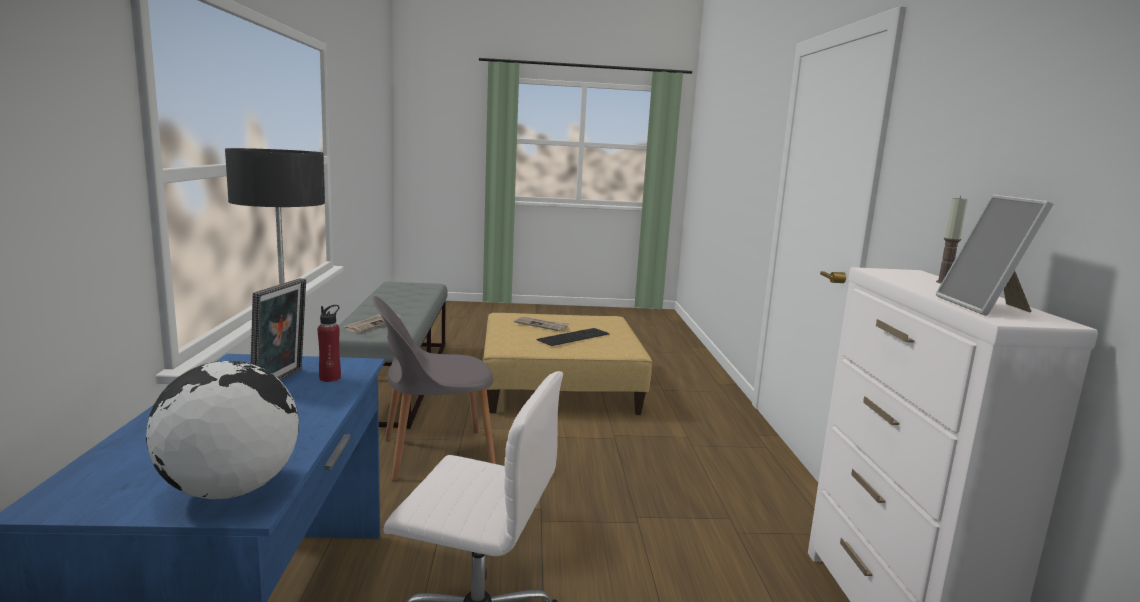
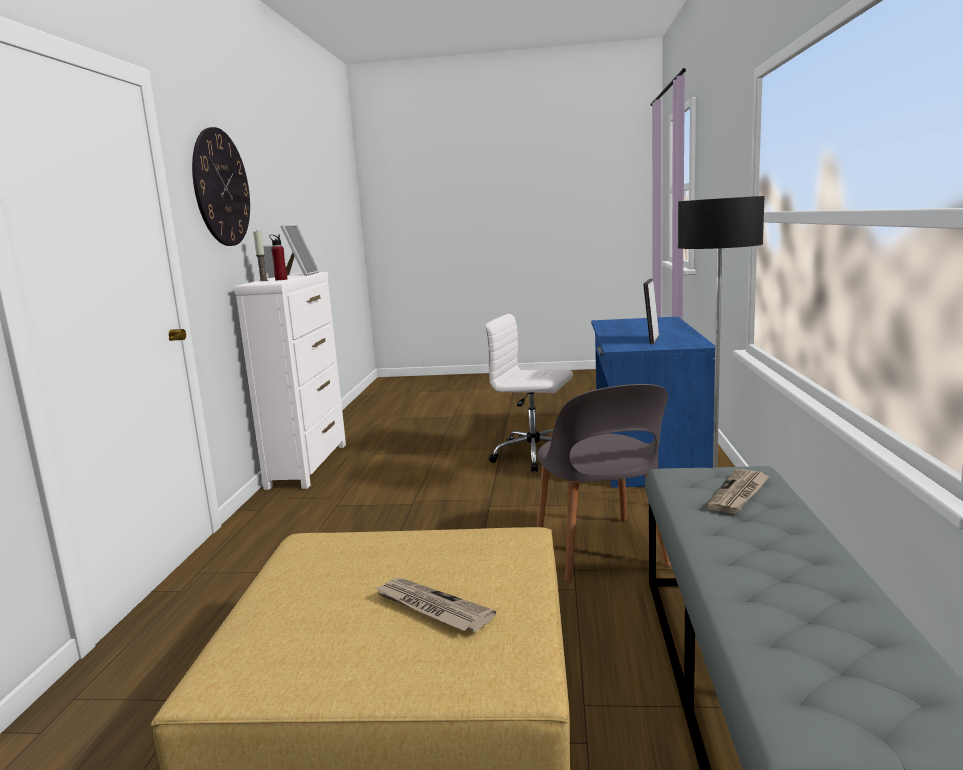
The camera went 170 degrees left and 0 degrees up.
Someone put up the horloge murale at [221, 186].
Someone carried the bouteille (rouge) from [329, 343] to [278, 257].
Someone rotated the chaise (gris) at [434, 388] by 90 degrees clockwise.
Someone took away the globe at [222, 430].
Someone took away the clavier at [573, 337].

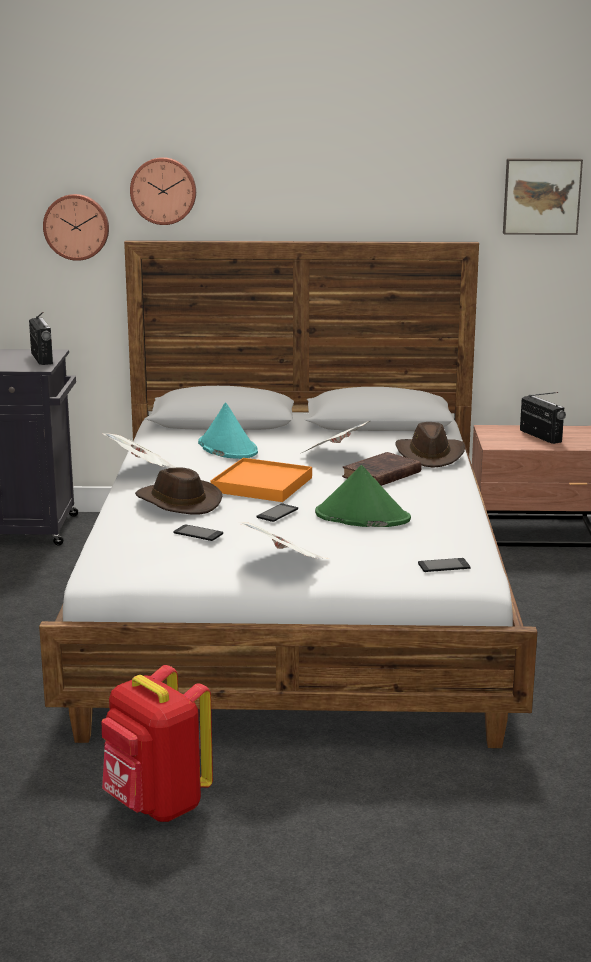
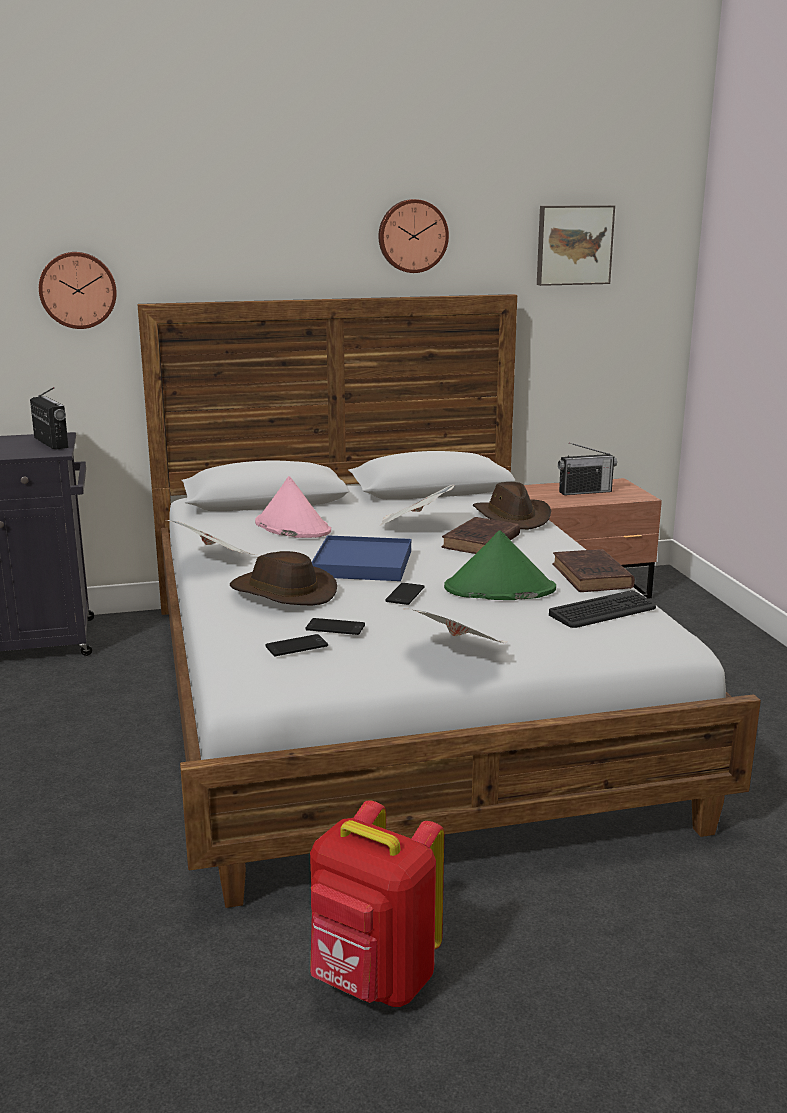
The camera went 15 degrees left and 0 degrees up.
Someone repainted the chapeau (turquoise) at [228, 430], which became the chapeau (rose) at [293, 507].
Someone carried the téléphone from [444, 565] to [296, 645].
Someone repainted the plateau (orange) at [261, 480], which became the plateau (bleu) at [361, 558].
Someone carried the horloge murale from [163, 191] to [413, 236].
Someone put down the clavier at [602, 609].
Someone put down the livre (marron) at [593, 570].
Someone rotated the radio at [543, 418] by 120 degrees clockwise.

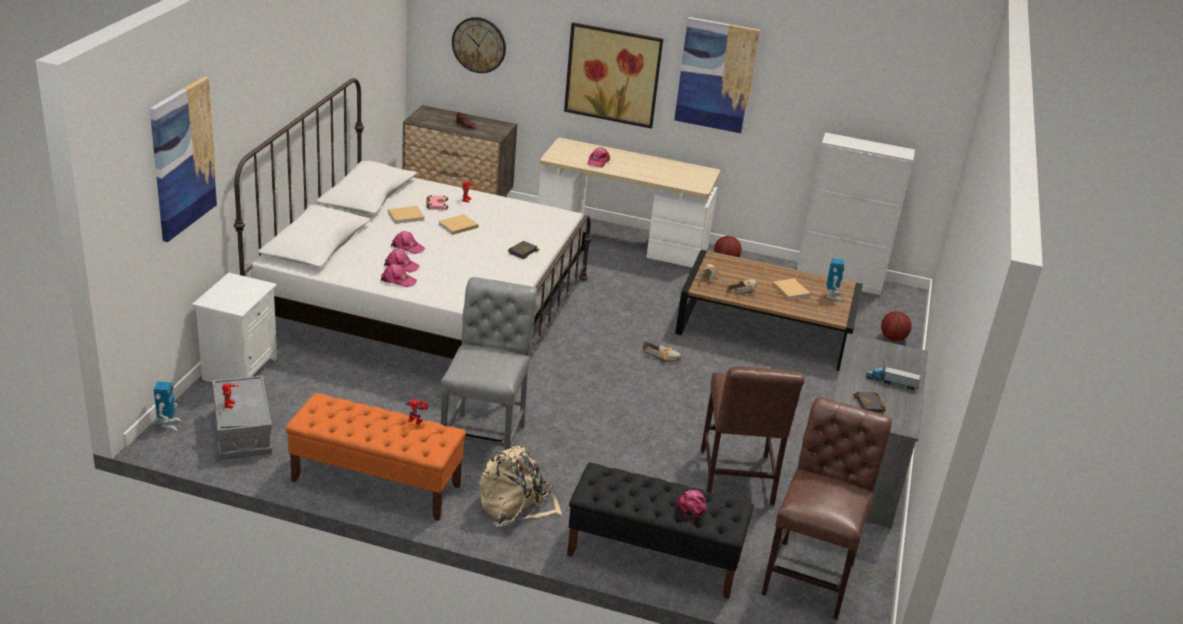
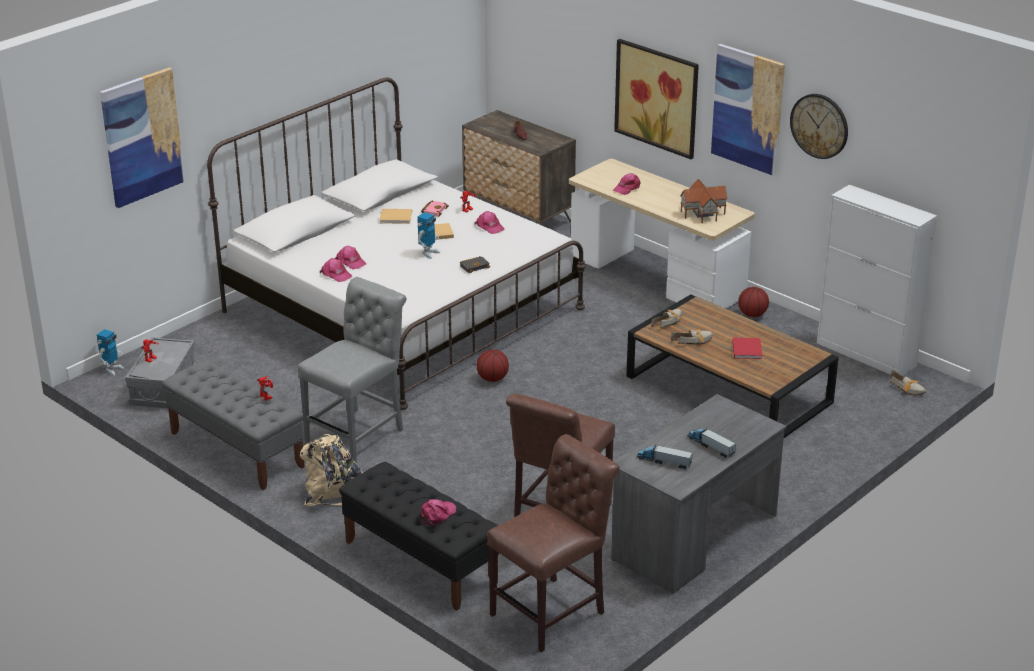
The camera went 30 degrees right and 0 degrees up.
Someone repainted the banc (orange) at [376, 457], which became the banc (gris) at [233, 425].
Someone carried the robot jouet from [835, 280] to [428, 235].
Someone carried the casquette (rose) from [408, 242] to [490, 222].
Someone carried the ballon de basket from [896, 326] to [493, 366].
Someone swapped the livre (noir) at [869, 402] for the camion jouet at [665, 456].
Someone put down the maison miniature at [704, 201].
Someone repainted the livre (beige) at [791, 289], which became the livre (rouge) at [747, 348].
Someone carried the horloge murale from [479, 45] to [819, 126].
Someone carried the chaussure from [662, 351] to [907, 383].
Someone took away the table de chevet (blanc) at [234, 327].

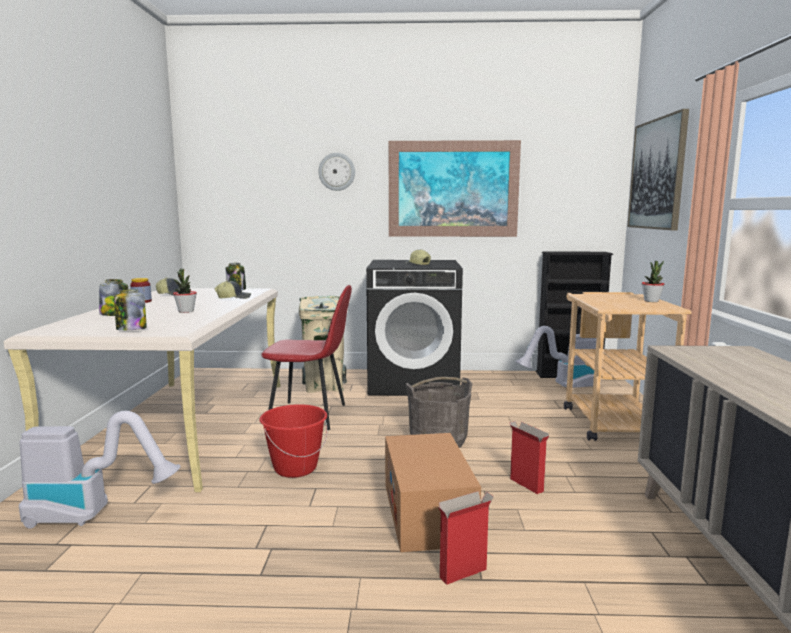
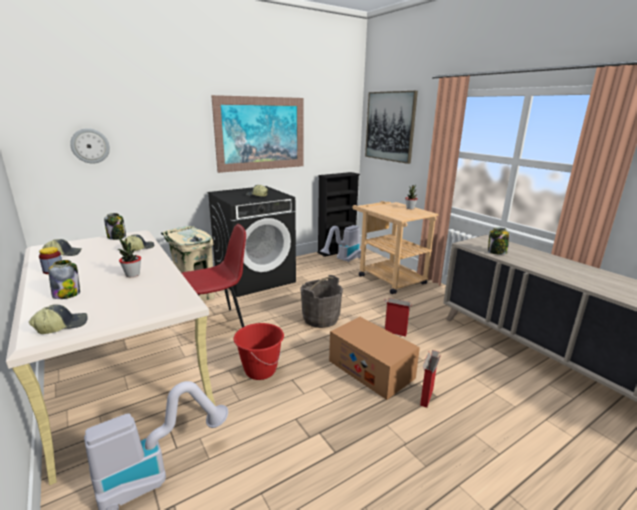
The camera went 35 degrees left and 10 degrees up.
Someone put down the casquette at [58, 319].
Someone carried the horloge murale from [336, 172] to [90, 146].
Someone carried the bocal from [130, 309] to [499, 241].

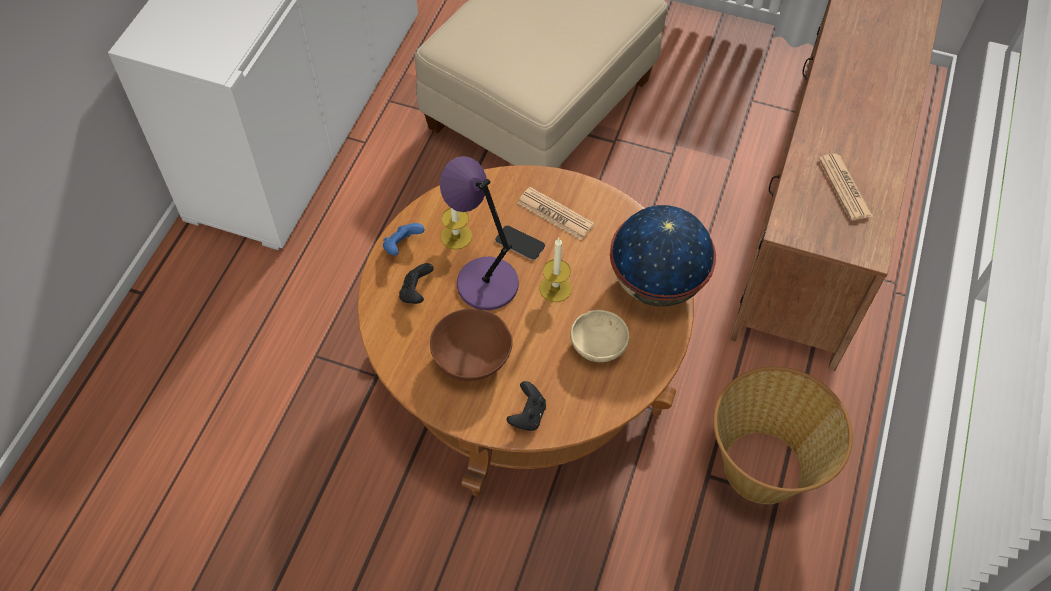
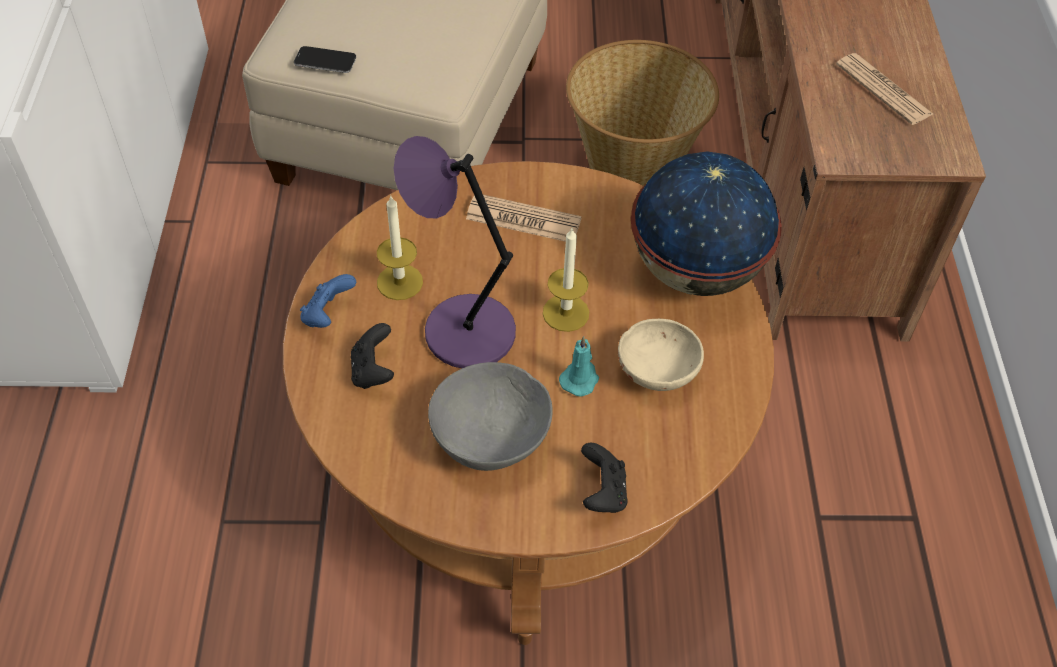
The camera went 20 degrees left and 5 degrees down.
Someone carried the téléphone from [520, 243] to [325, 59].
Someone repainted the bol (marron) at [471, 344], which became the bol (gris) at [490, 416].
Someone put down the bougie (turquoise) at [579, 366].
Someone carried the panier from [783, 435] to [642, 113].

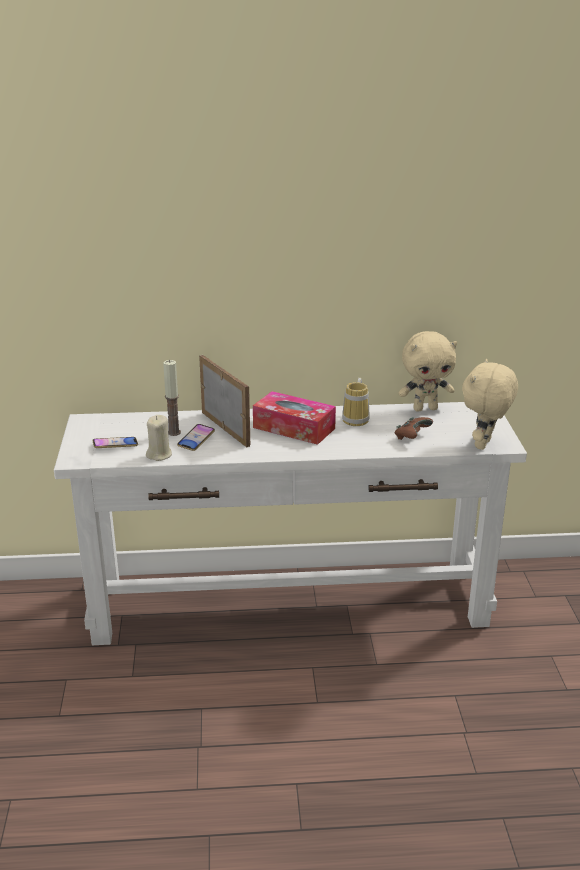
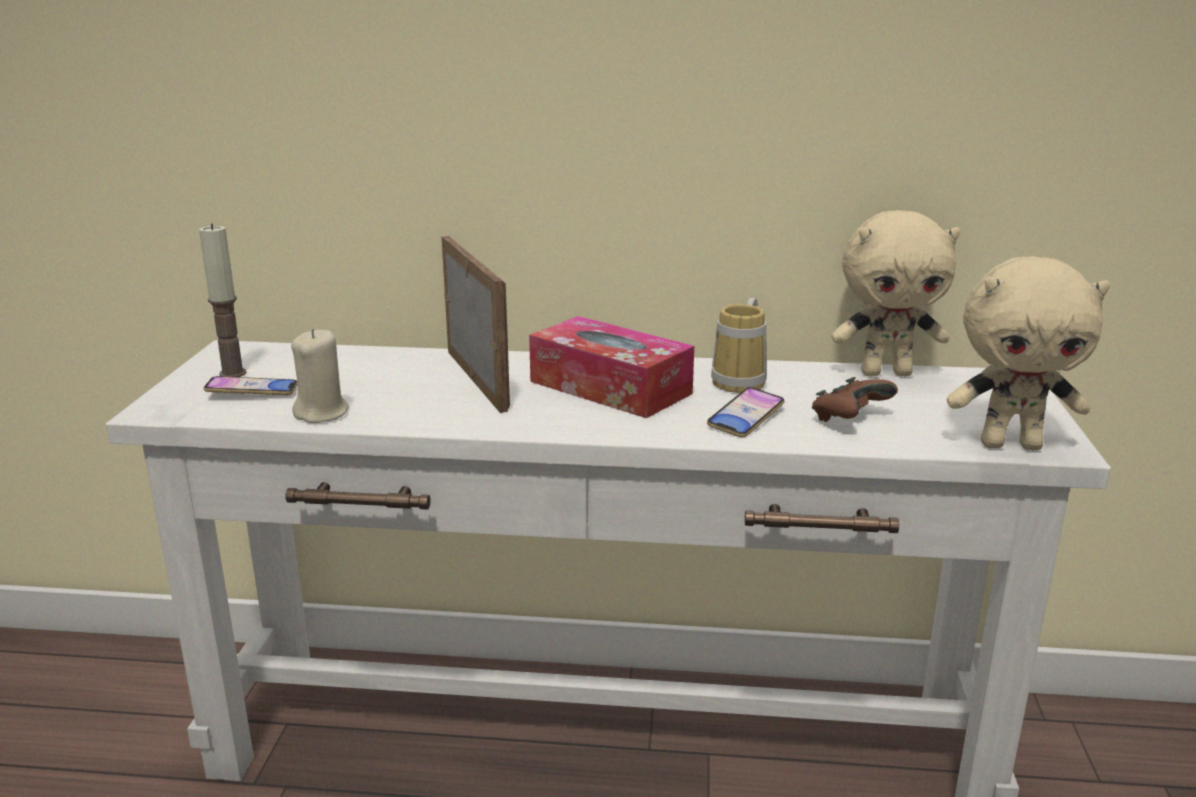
The camera went 10 degrees right and 5 degrees down.
Someone carried the bougie from [172, 398] to [222, 300].
Someone carried the téléphone from [196, 437] to [746, 412].
Someone rotated the peluche (beige) at [490, 404] by 120 degrees counterclockwise.

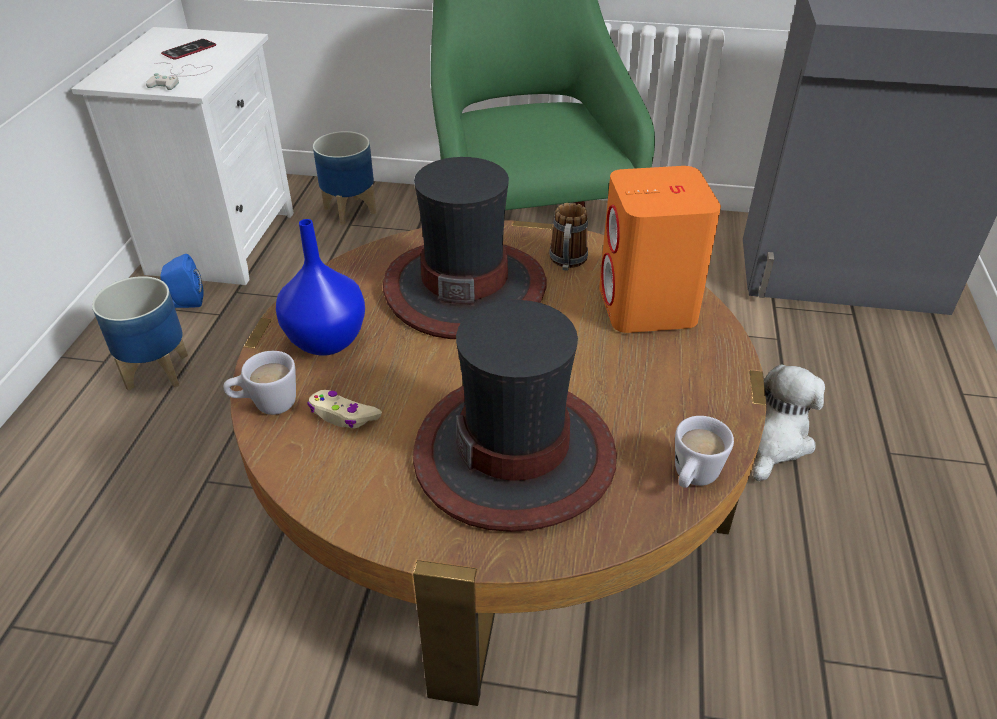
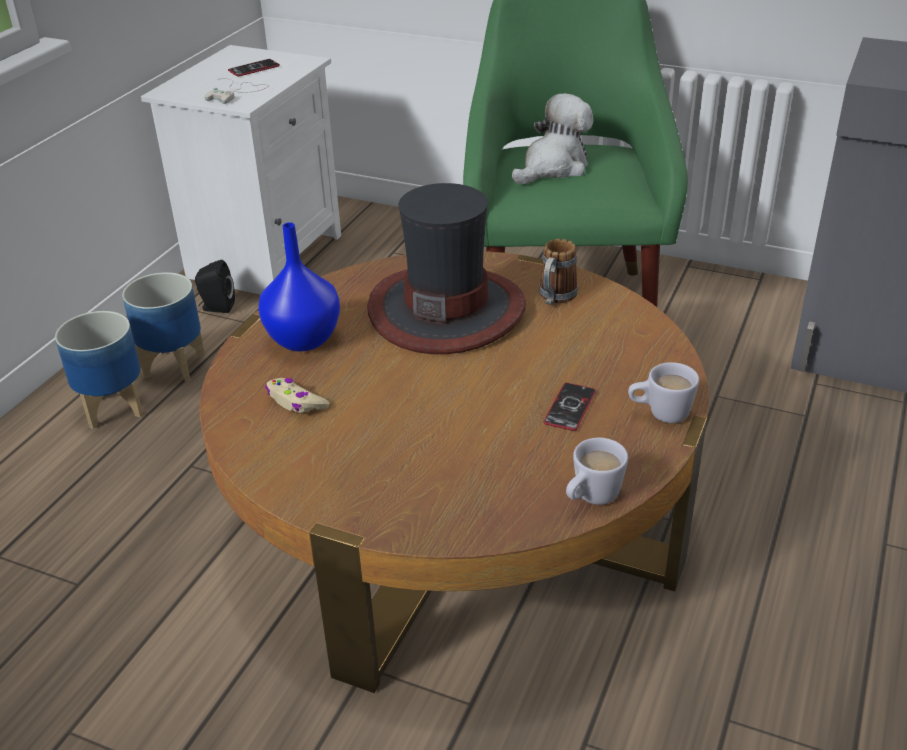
The camera went 15 degrees right and 5 degrees down.
Someone carried the cache-pot from [344, 178] to [99, 370].
Someone repainted the enceinte (bleu) at [182, 281], which became the enceinte (noir) at [215, 286].
Someone carried the peluche from [789, 423] to [552, 138].
Someone put down the téléphone at [570, 407].
Someone carried the mug (blanc) from [260, 383] to [663, 392].
Someone took away the chapeau at [515, 416].
Someone took away the enceinte (orange) at [660, 249].

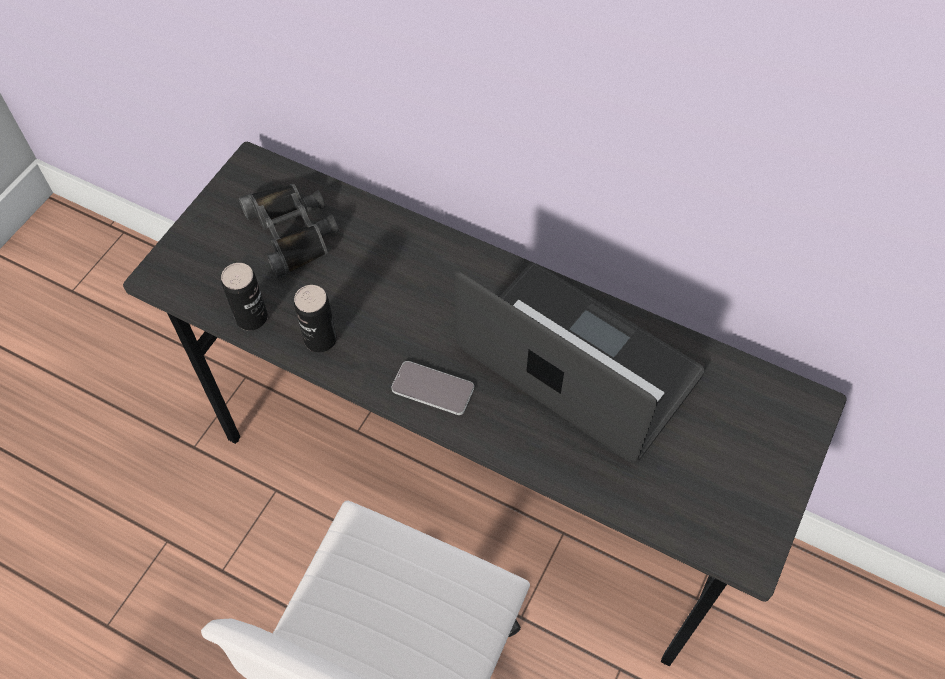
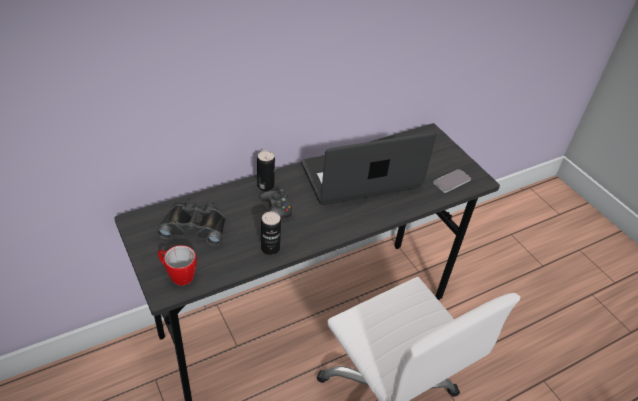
The camera went 60 degrees left and 15 degrees down.
Someone put down the mug at [177, 265].
Someone carried the boîte métallique from [244, 297] to [266, 170].
Someone put down the manette (noir) at [276, 204].
Someone carried the téléphone from [432, 388] to [452, 181].

